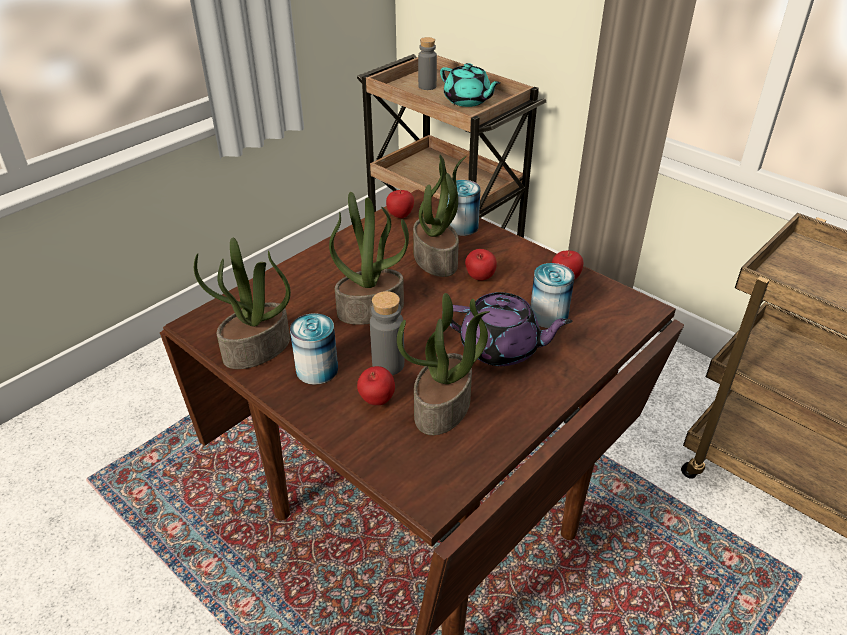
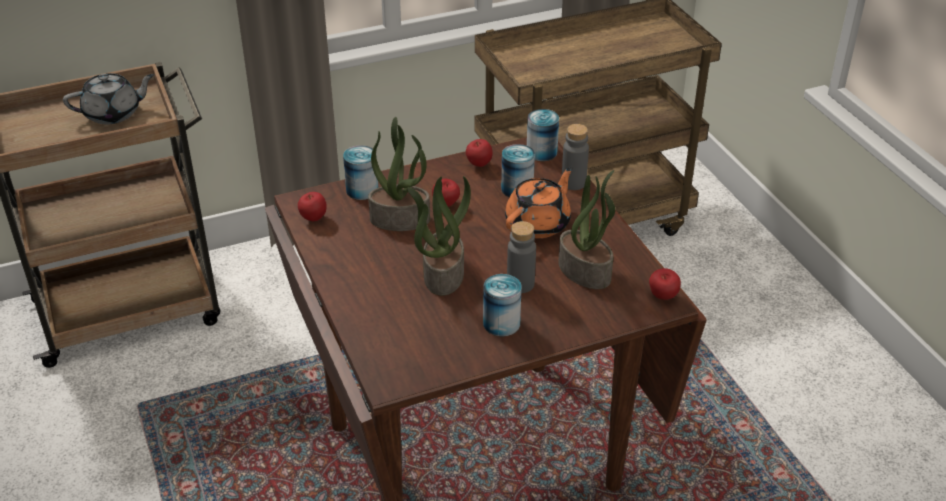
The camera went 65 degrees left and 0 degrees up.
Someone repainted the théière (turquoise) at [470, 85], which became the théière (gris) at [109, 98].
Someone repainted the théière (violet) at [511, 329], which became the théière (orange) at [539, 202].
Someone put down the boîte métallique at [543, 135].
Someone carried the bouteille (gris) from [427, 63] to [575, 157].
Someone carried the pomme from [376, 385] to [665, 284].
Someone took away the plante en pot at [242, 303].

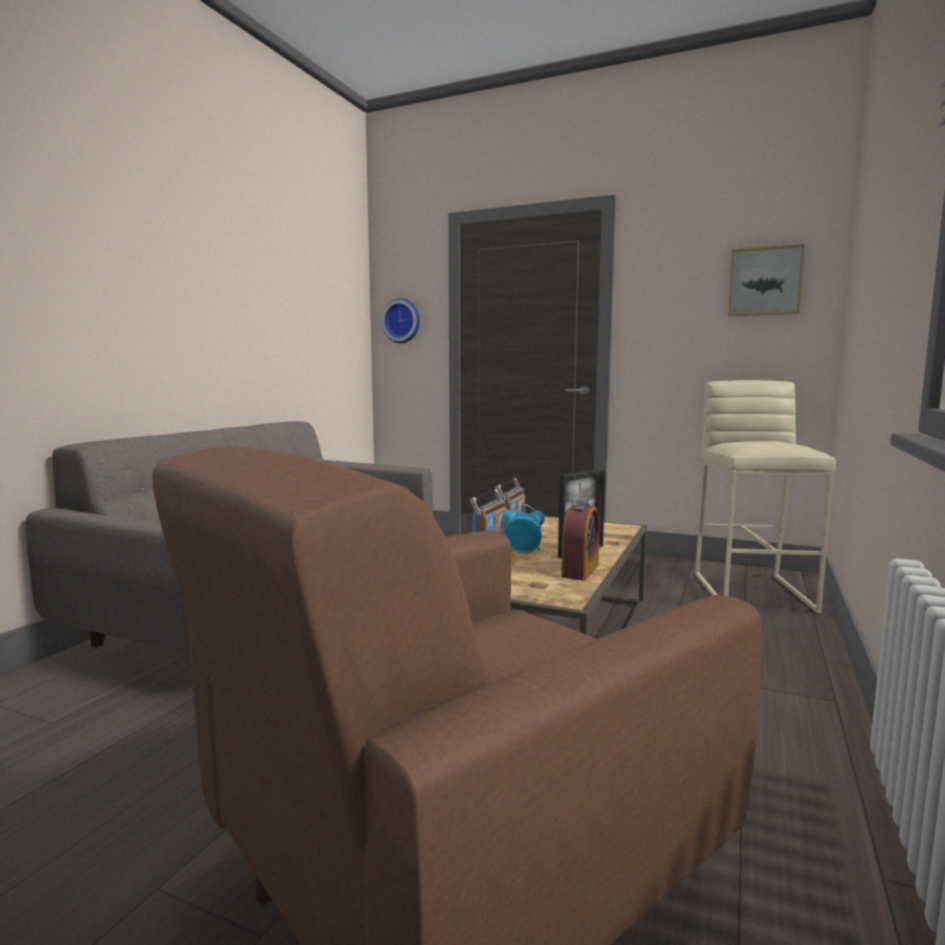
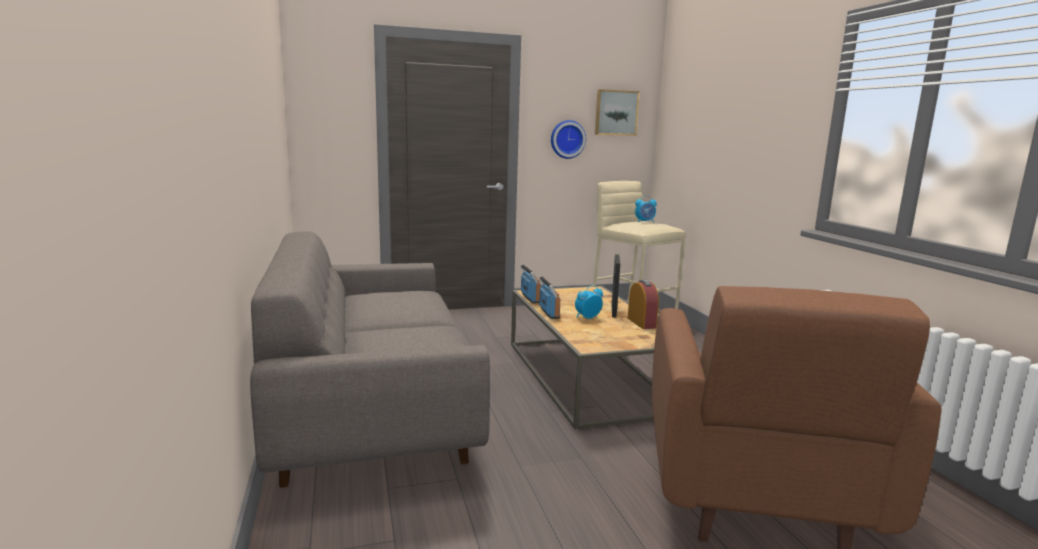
The camera went 40 degrees left and 5 degrees up.
Someone carried the horloge murale from [400, 320] to [568, 139].
Someone put down the réveil at [646, 209].

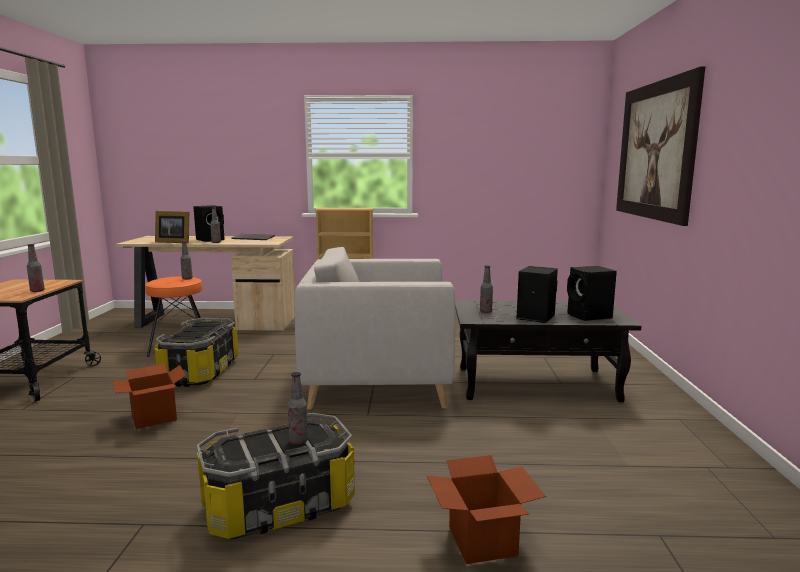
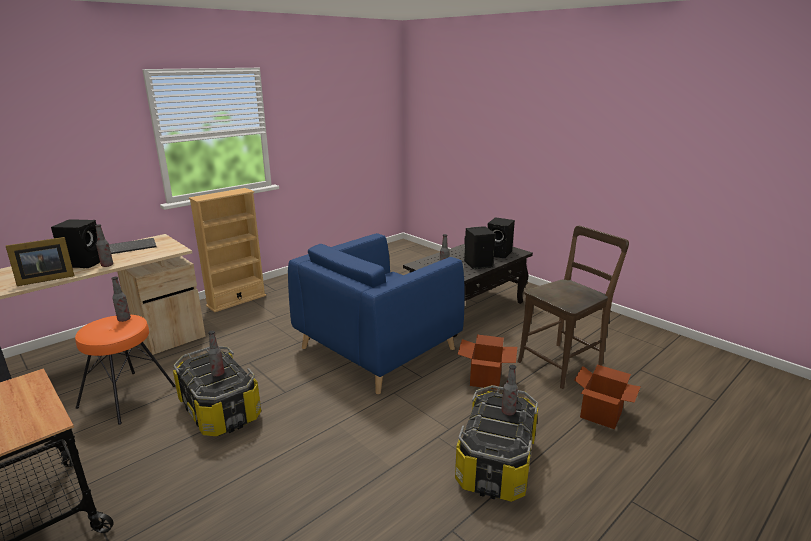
The camera went 45 degrees left and 10 degrees up.
Someone carried the bouteille from [36, 268] to [216, 354].
Someone repainted the fauteuil (gris) at [374, 328], which became the fauteuil (bleu) at [376, 313].
Someone carried the carton from [149, 396] to [487, 362].
Someone put down the chaise (marron) at [573, 307].
Someone took away the tableau at [660, 146].

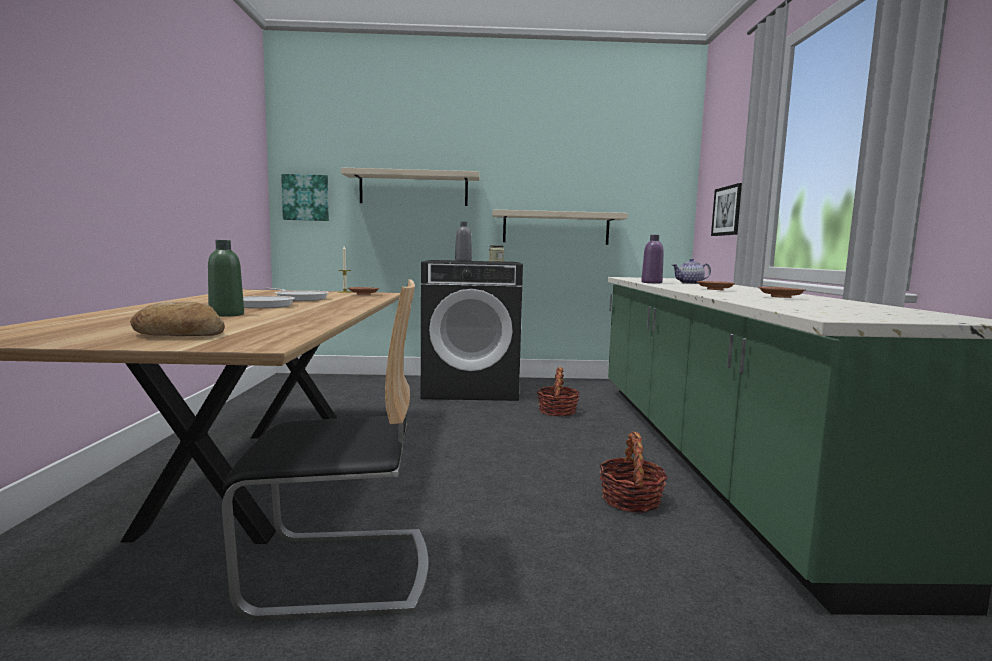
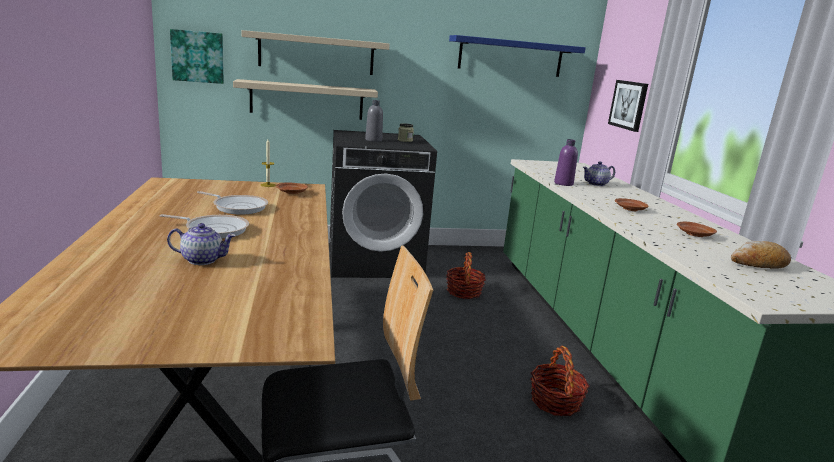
The camera went 10 degrees left and 10 degrees up.
Someone swapped the bouteille (vert) at [226, 278] for the théière at [201, 244].
Someone carried the étagère (beige) from [560, 227] to [305, 99].
Someone put up the étagère (bleu) at [517, 56].
Someone carried the pain from [177, 318] to [761, 255].

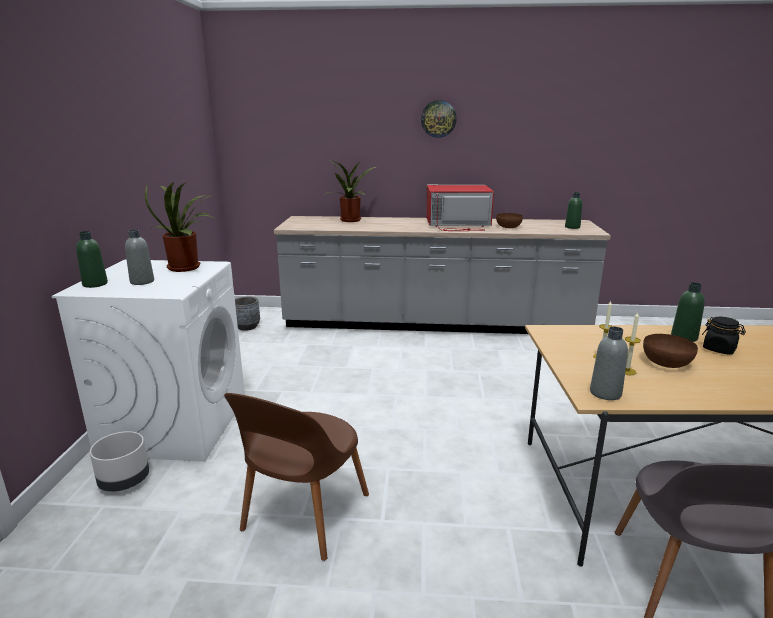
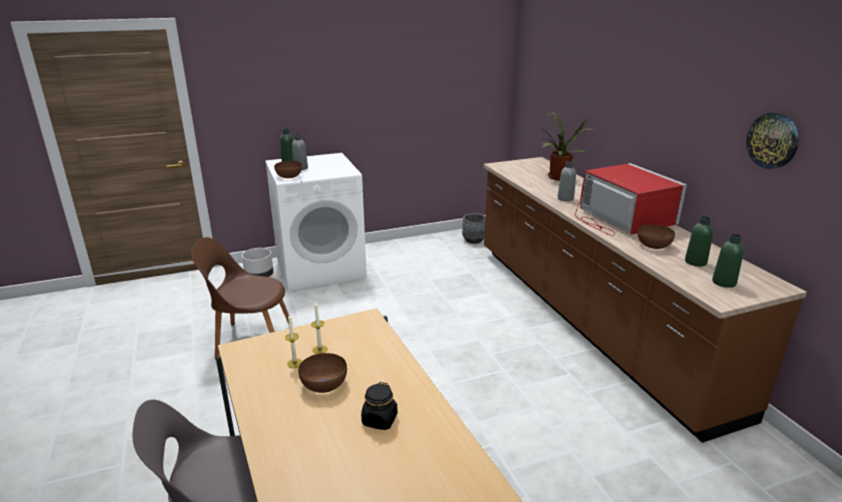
The camera went 65 degrees right and 5 degrees up.
Someone put down the bol (marron) at [288, 169].
Someone repainted the comptoir de cuisine (gris) at [442, 275], which became the comptoir de cuisine (marron) at [645, 300].
Someone carried the bouteille (gris) from [609, 363] to [567, 181].
Someone carried the bouteille (vert) from [688, 312] to [699, 241].
Someone carried the horloge murale from [439, 119] to [772, 141].
Someone took away the plante en pot at [179, 226].

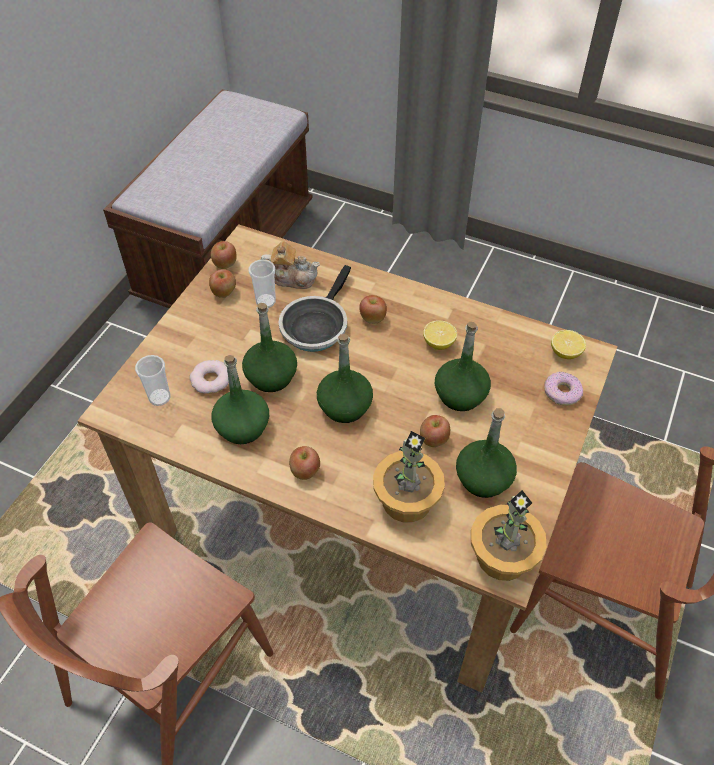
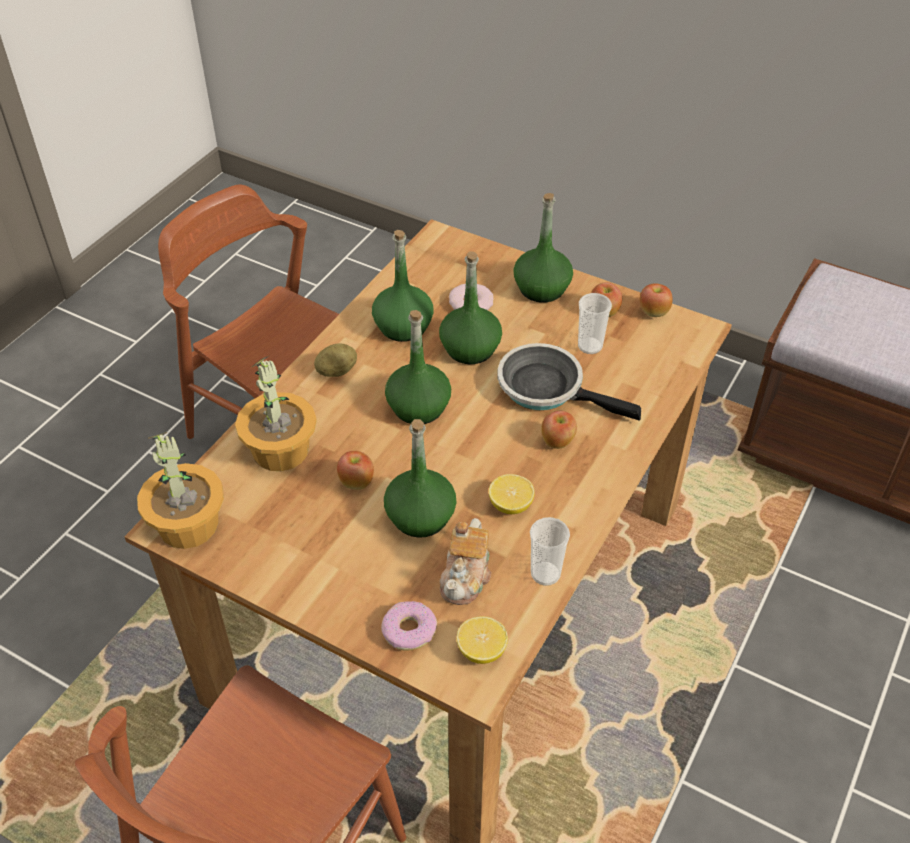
The camera went 95 degrees right and 5 degrees down.
Someone swapped the pomme at [304, 463] for the pomme de terre at [335, 360].
Someone carried the théière from [290, 265] to [466, 561].
Someone carried the bouteille (vert) from [486, 453] to [543, 248].
Someone carried the tasse from [153, 380] to [550, 551].

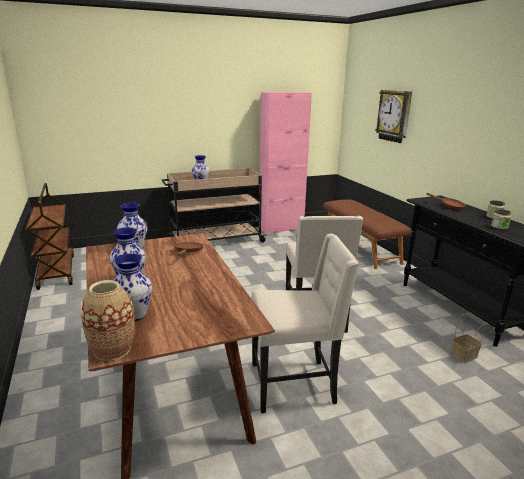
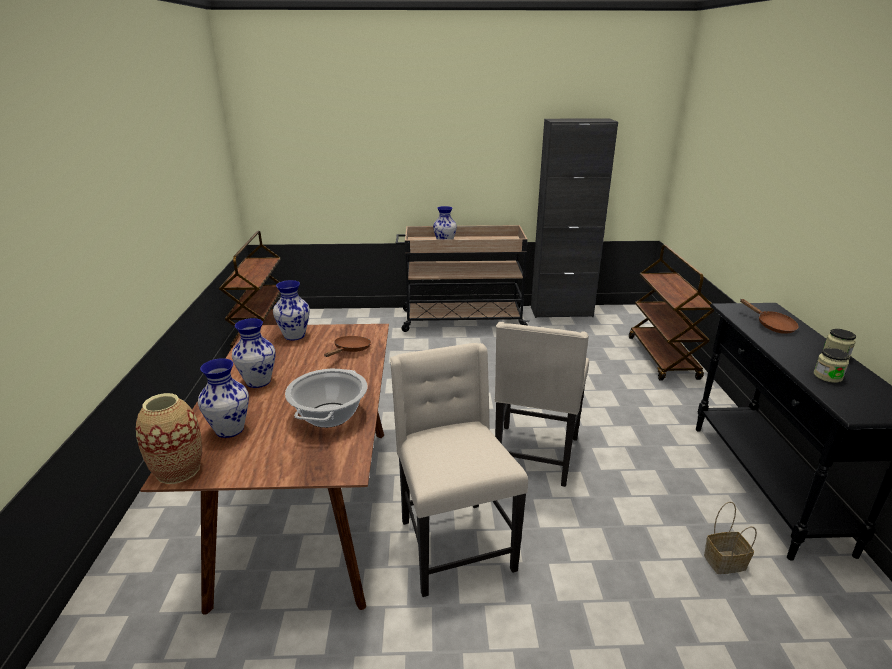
The camera went 20 degrees right and 5 degrees up.
Someone put down the marmite at [326, 398].
Someone rotated the chaise (beige) at [305, 323] by 120 degrees counterclockwise.
Someone repainted the meuble de rangement (rose) at [285, 163], which became the meuble de rangement (noir) at [574, 218].
Someone swapped the banc (marron) at [367, 234] for the chariot (marron) at [671, 312].
Someone took away the horloge murale at [393, 116].

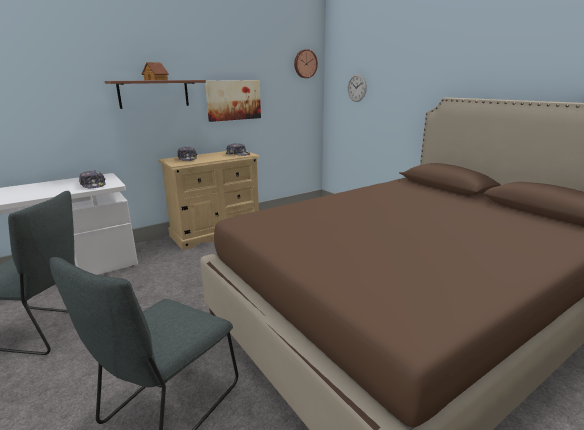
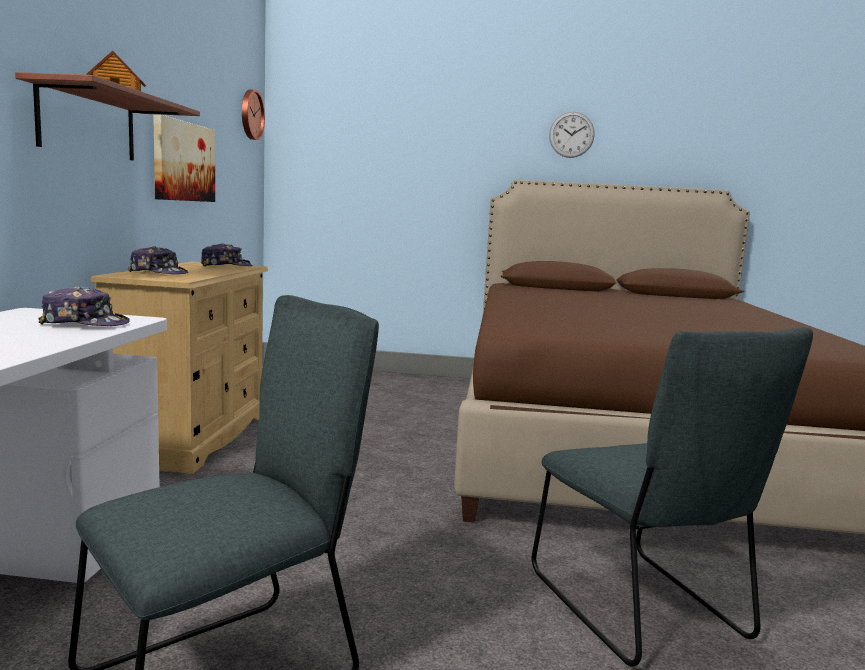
The camera went 50 degrees left and 10 degrees down.
Someone carried the horloge murale from [357, 88] to [572, 135].

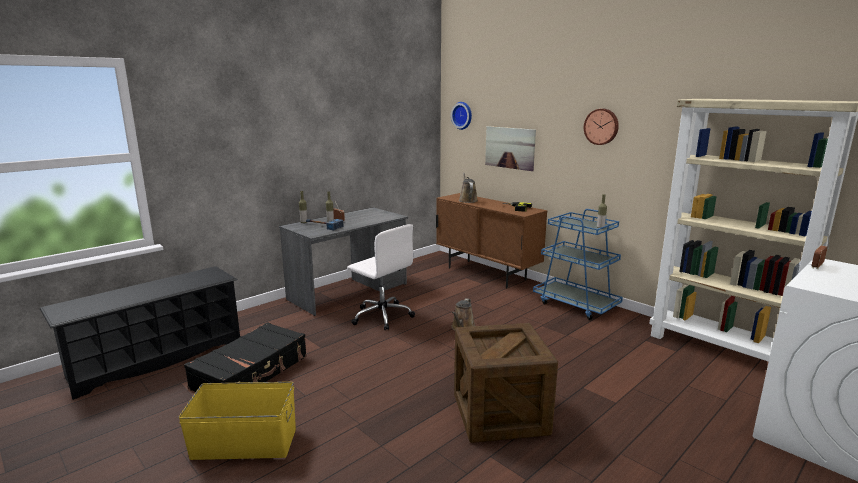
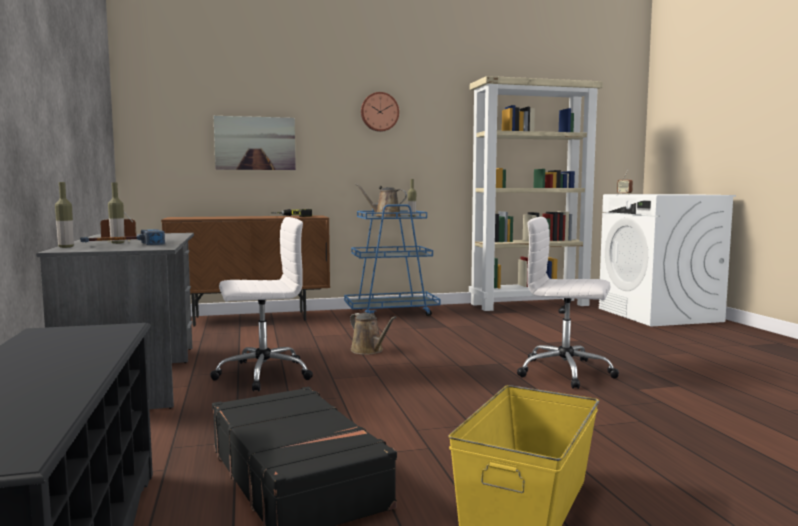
The camera went 60 degrees left and 10 degrees down.
Someone carried the arrosoir (marron) from [468, 187] to [381, 200].
Someone swapped the caisse at [506, 383] for the chaise de bureau (blanc) at [568, 303].
Someone took away the horloge murale at [461, 116].

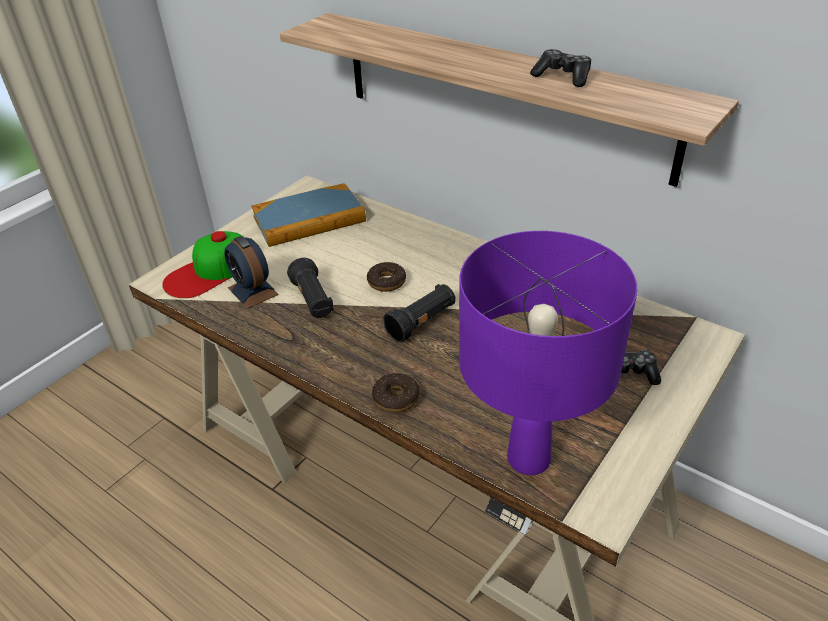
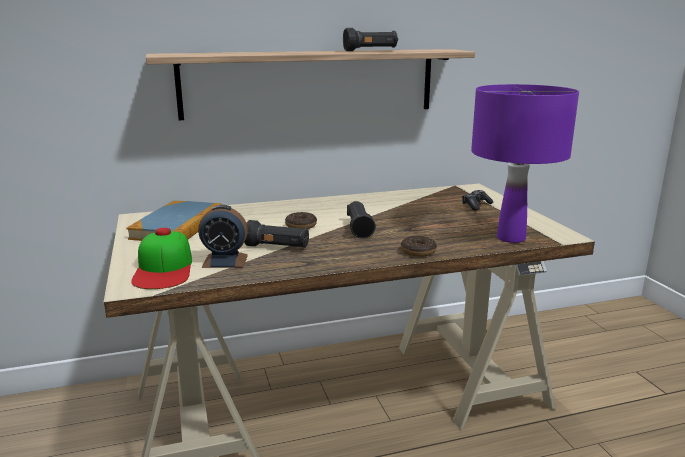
The camera went 55 degrees left and 20 degrees down.
Someone swapped the manette at [560, 68] for the lampe de poche (noir) at [370, 39].

